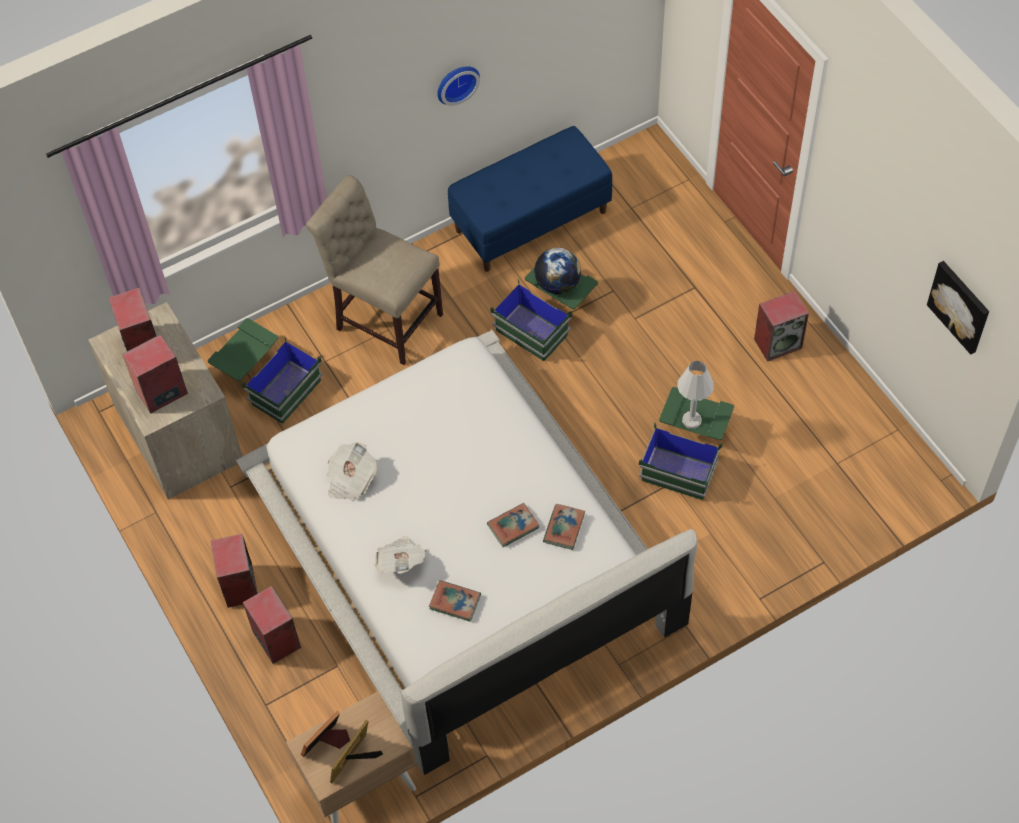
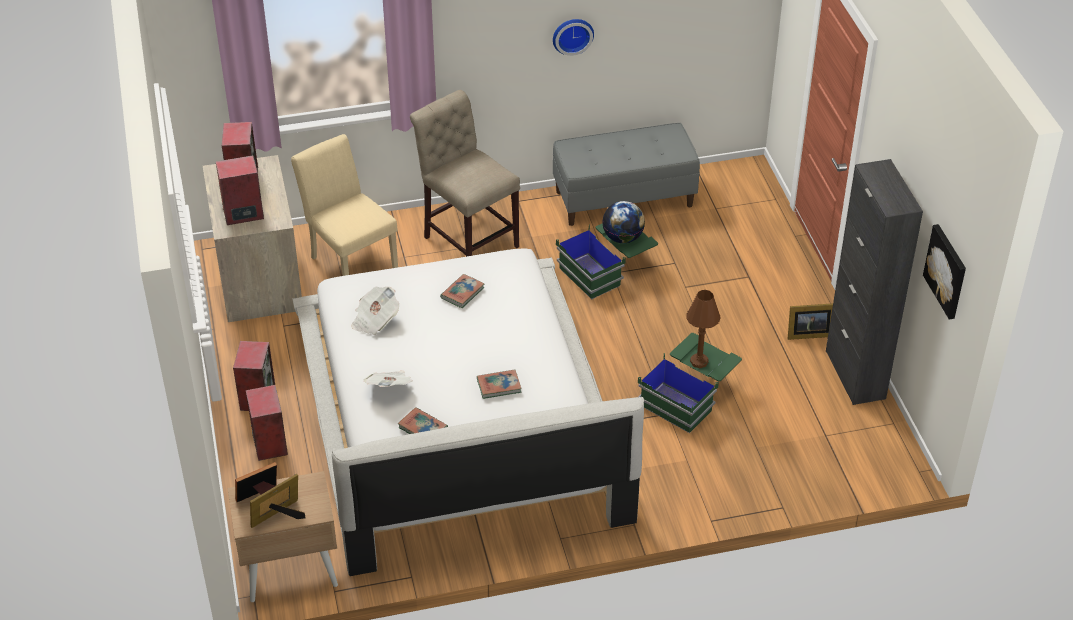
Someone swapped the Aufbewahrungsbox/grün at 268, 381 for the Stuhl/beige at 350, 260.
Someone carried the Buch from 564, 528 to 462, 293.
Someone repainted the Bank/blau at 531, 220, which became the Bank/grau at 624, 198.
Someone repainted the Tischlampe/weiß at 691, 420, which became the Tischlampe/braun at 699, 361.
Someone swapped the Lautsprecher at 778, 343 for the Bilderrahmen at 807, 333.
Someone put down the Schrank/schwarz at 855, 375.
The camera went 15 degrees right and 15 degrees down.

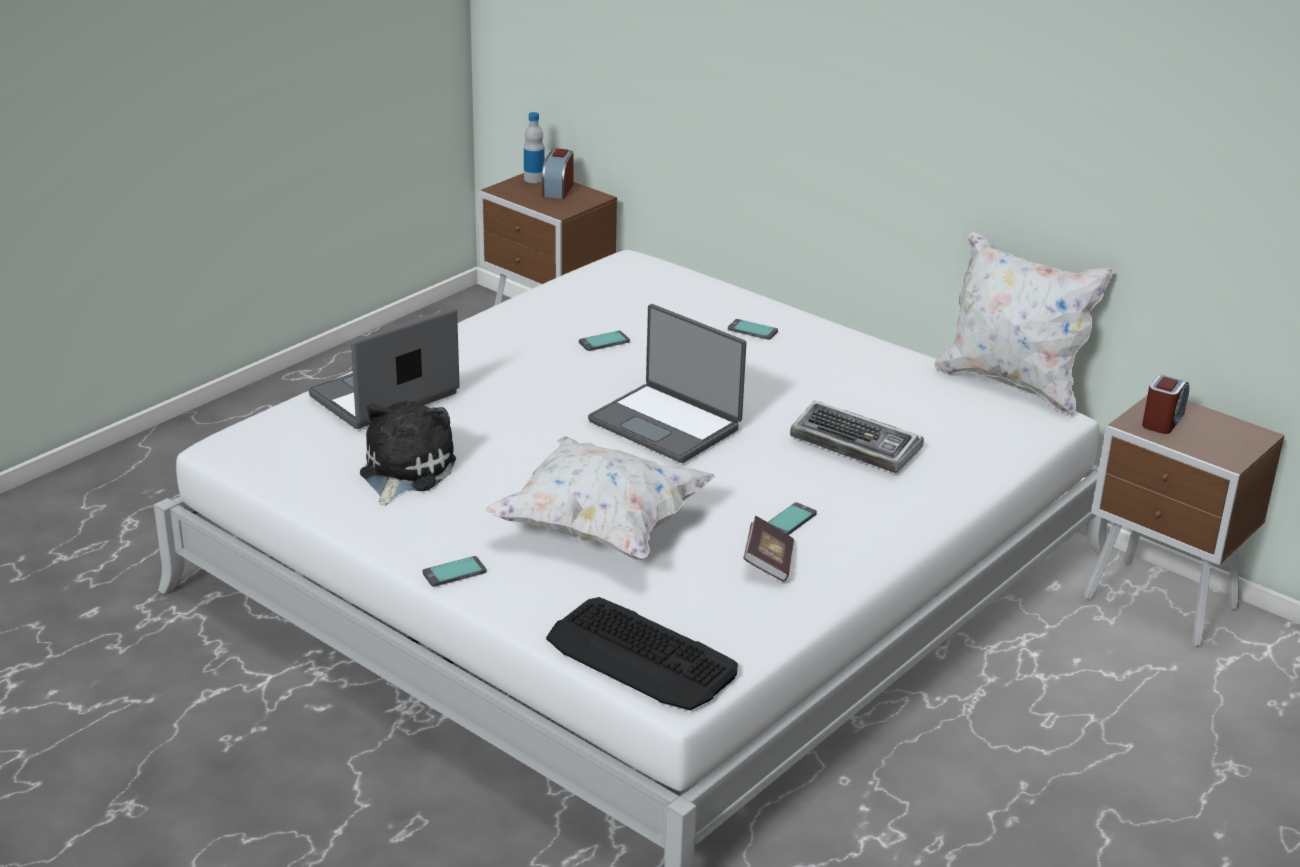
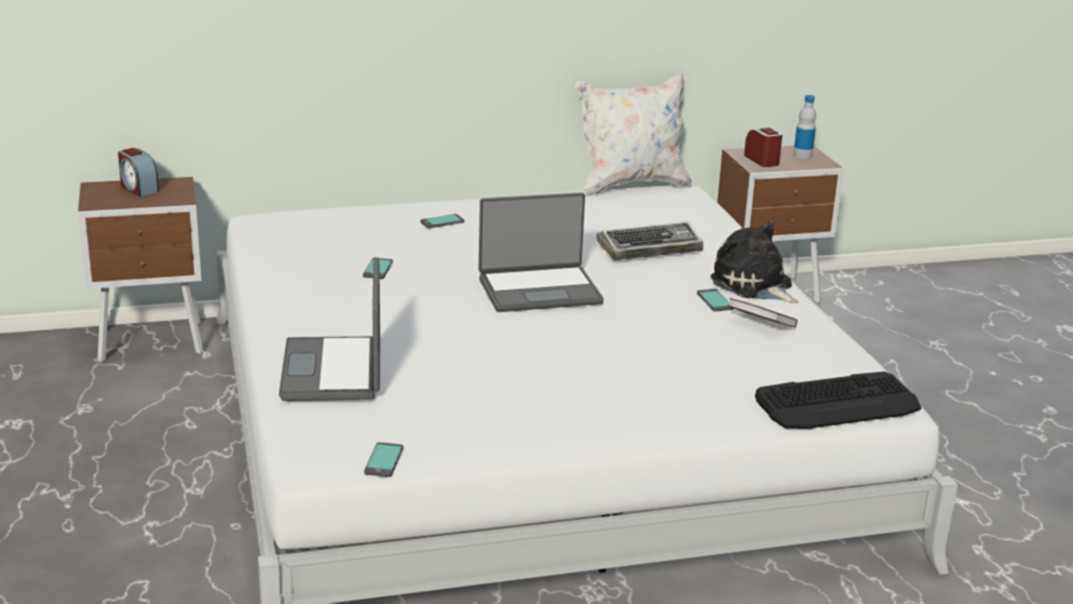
Someone carried the Handy from 454, 573 to 384, 461.
Someone carried the Plüschtier from 404, 471 to 754, 285.
Someone carried the Flasche from 534, 179 to 802, 155.
Someone took away the Kissen/weiß at 600, 528.
The camera went 55 degrees left and 5 degrees down.

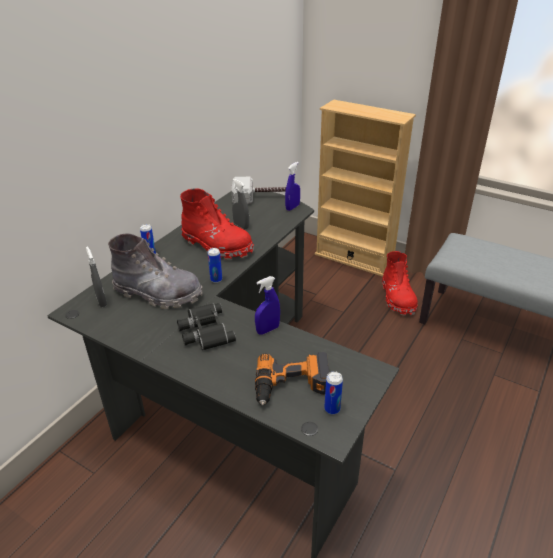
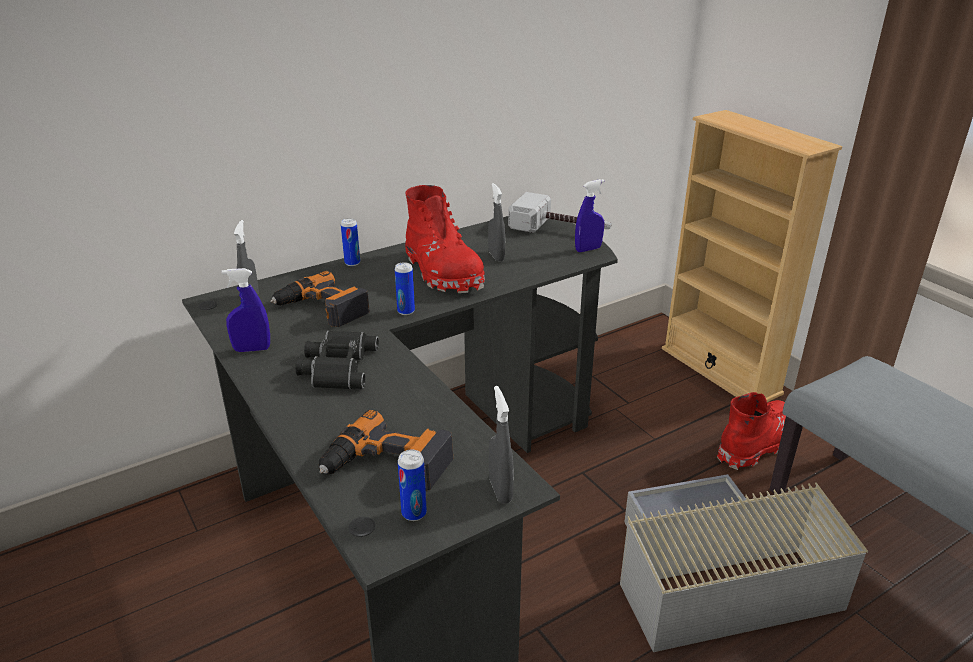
Someone carried the Sprühflasche/blau from 267, 330 to 252, 349.
Someone swapped the Stiefel/grau at 158, 293 for the Bohrmaschine at 321, 309.
Someone put down the Sprühflasche/grau at 500, 490.
Someone put down the Aufbewahrungsbox/grau at 714, 577.
Someone rotated the Stiefel/rot at 397, 298 by 150 degrees counterclockwise.
The camera went 25 degrees right and 5 degrees down.

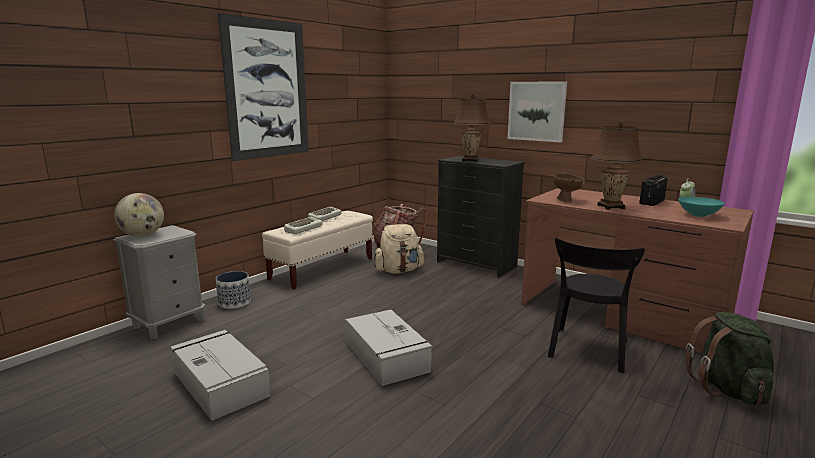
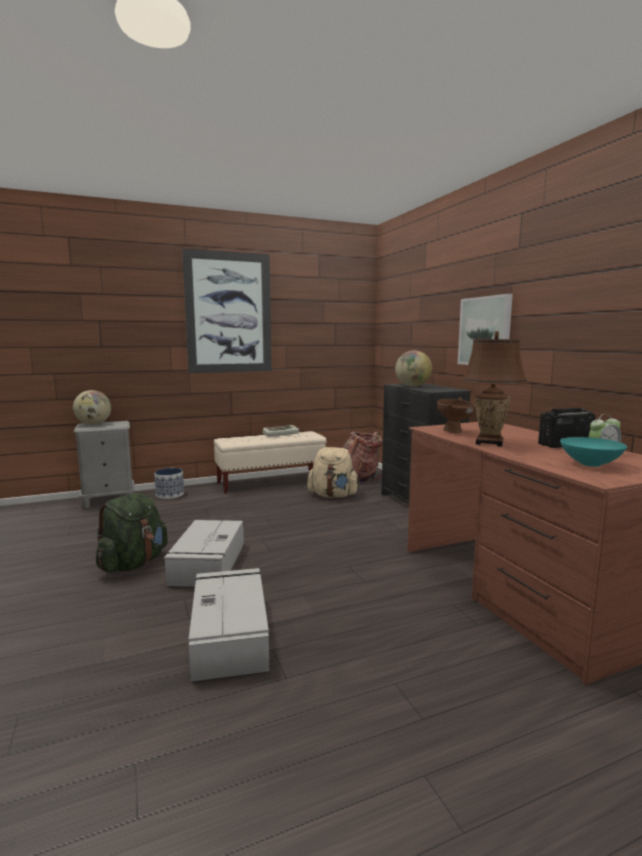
Someone carried the Rucksack/grün from 727, 389 to 133, 563.
Someone carried the Aufbewahrungsbox/grau from 220, 383 to 230, 633.
Someone swapped the Tischlampe/braun at 470, 160 for the Globus at 412, 386.
Someone took away the Tastatur at 303, 228.
Someone took away the Stuhl/schwarz at 587, 351.
The camera went 30 degrees right and 5 degrees down.

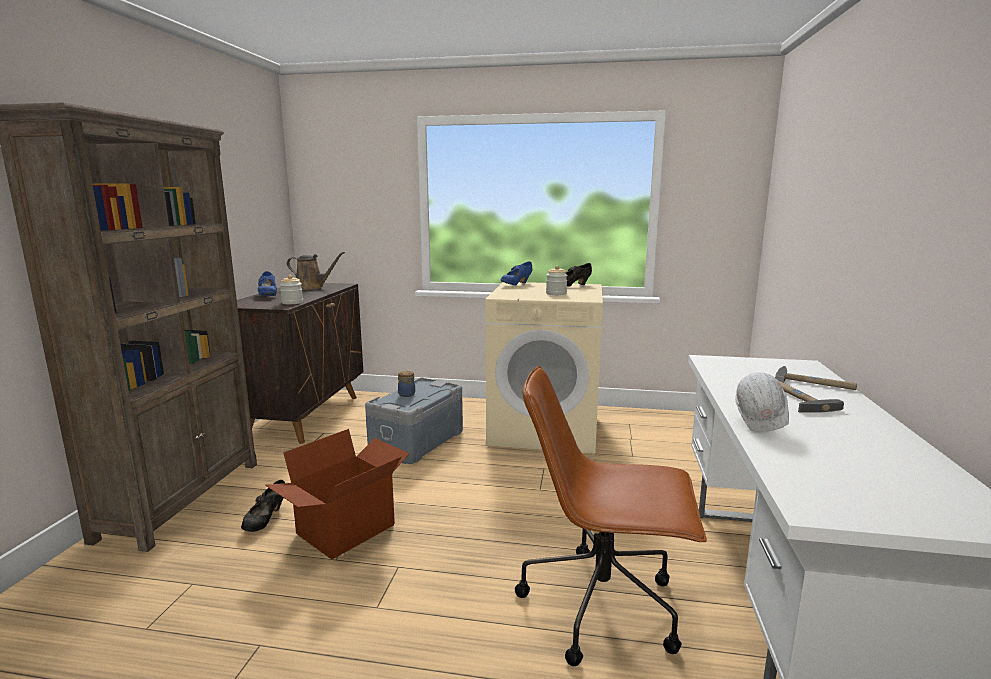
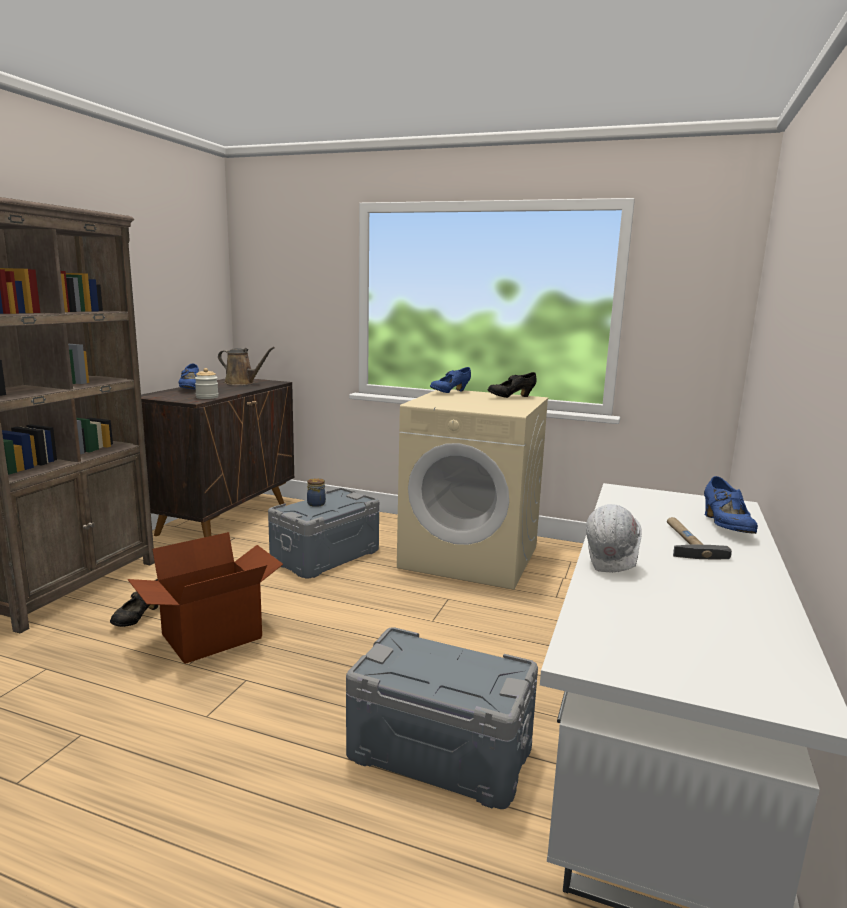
Someone swapped the Bürostuhl/braun at 603, 605 for the Aufbewahrungsbox/grau at 440, 750.
Someone swapped the Hammer at 814, 383 for the Schuh/blau at 725, 527.
Someone took away the Vorratsglas at 556, 293.
The camera went 10 degrees right and 0 degrees up.

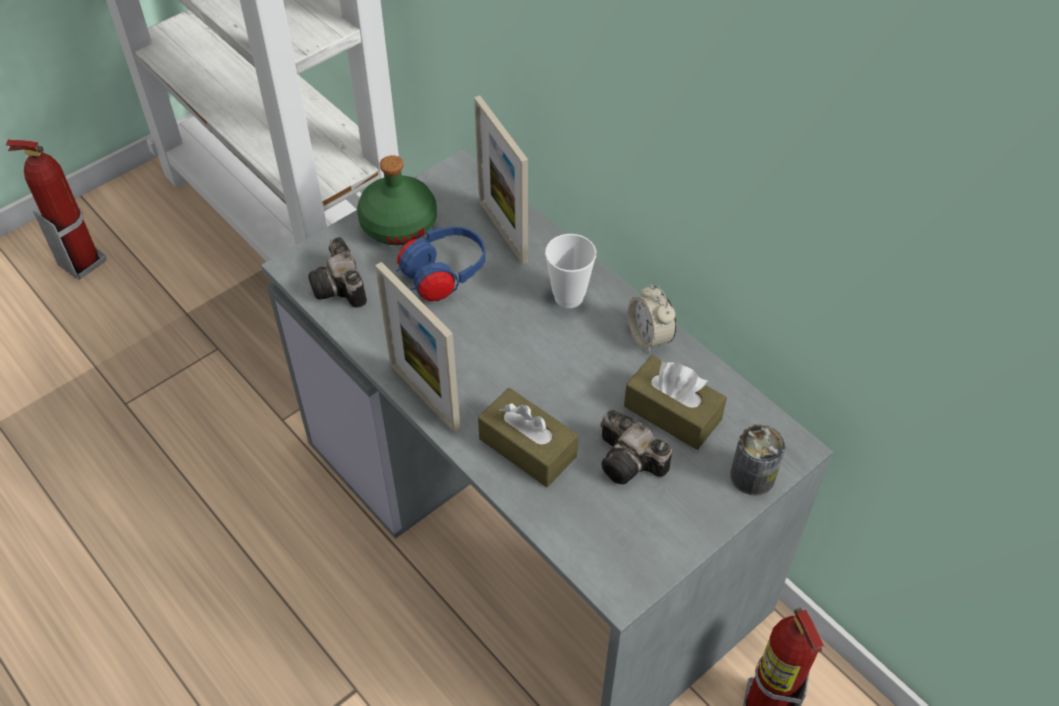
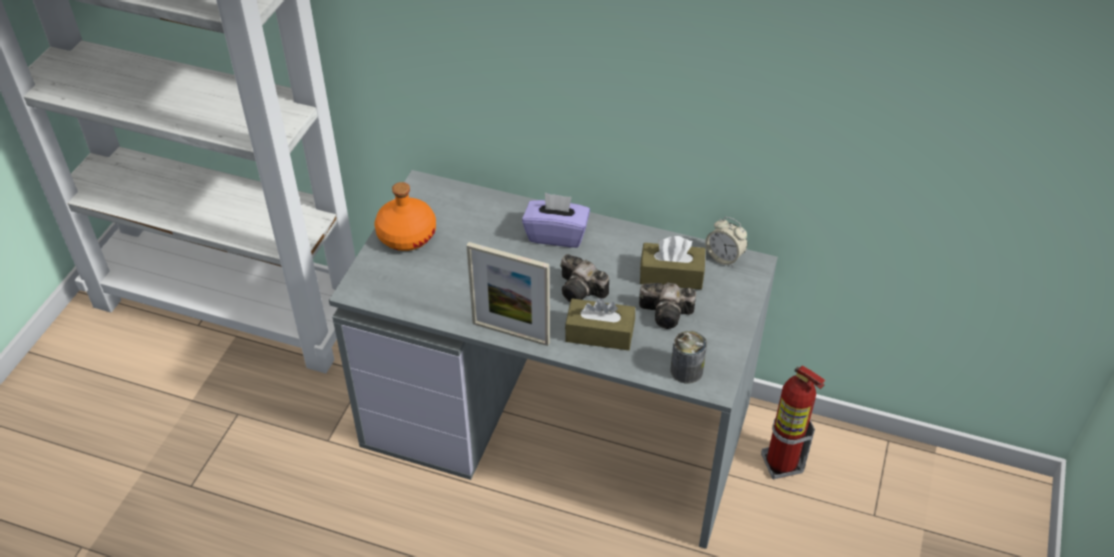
Someone repainted the Flasche/grün at 398, 224, which became the Flasche/orange at 406, 235.
Someone swapped the Tasse at 568, 297 for the Taschentuchbox/lila at 556, 234.
Someone carried the Kamera from 341, 288 to 582, 290.
Someone carried the Dose from 752, 476 to 686, 370.
Someone carried the Wecker from 649, 337 to 724, 257.
Someone took away the Feuerlöscher at 82, 262.
Someone took away the Kopfhörer/blau at 443, 277.
Someone took away the Bilderrahmen at 502, 231.
The camera went 30 degrees left and 5 degrees down.

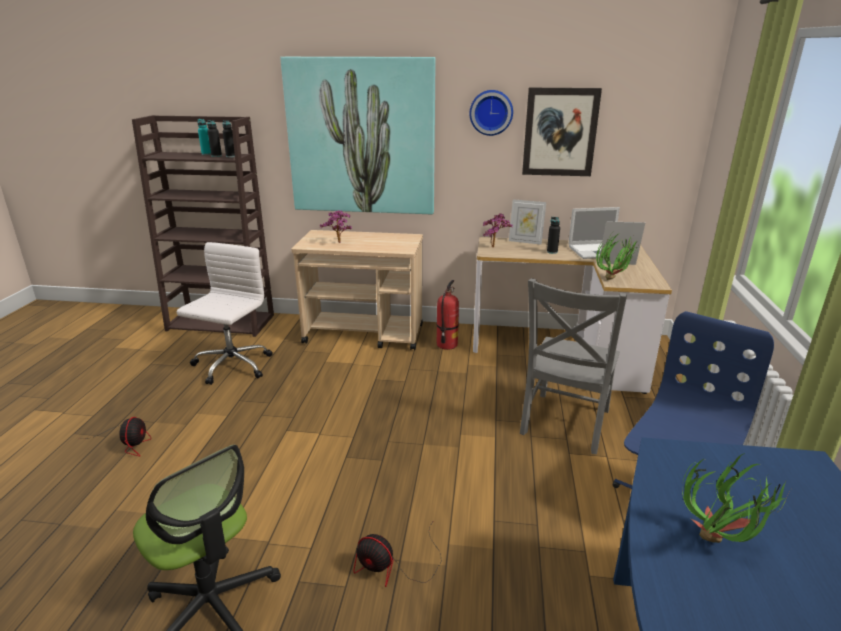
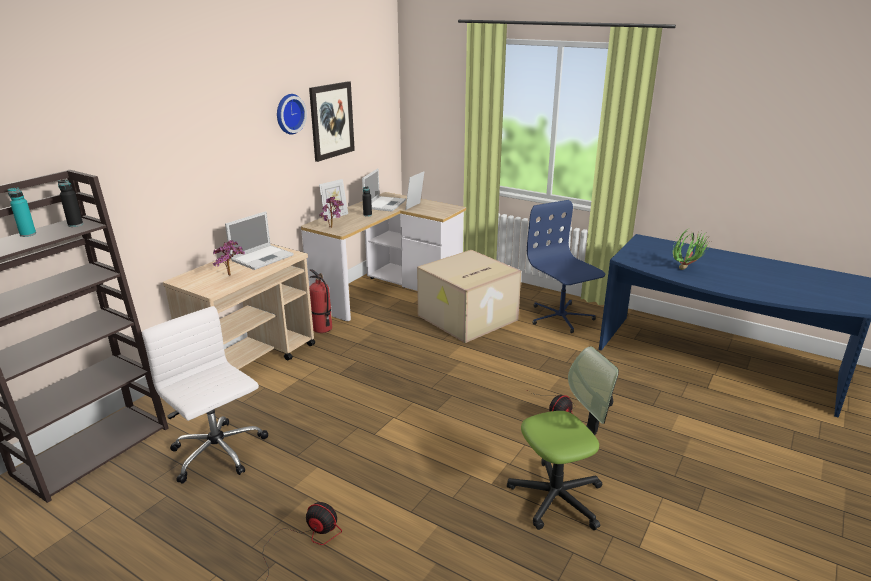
Someone put down the Laptop at 263, 257.
Someone swapped the Stuhl/grau at 564, 424 for the Karton at 467, 318.
Someone took away the Flasche/schwarz at 216, 156.
Someone took away the Bild at 361, 137.
Someone took away the Topfpflanze at 615, 279.
The camera went 65 degrees left and 0 degrees up.

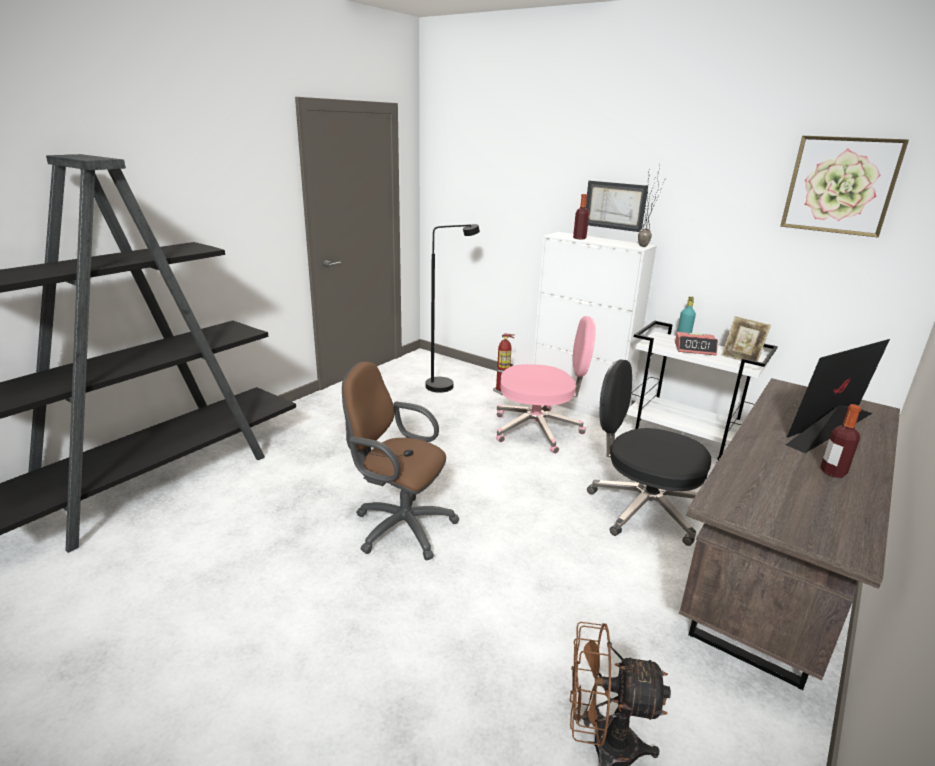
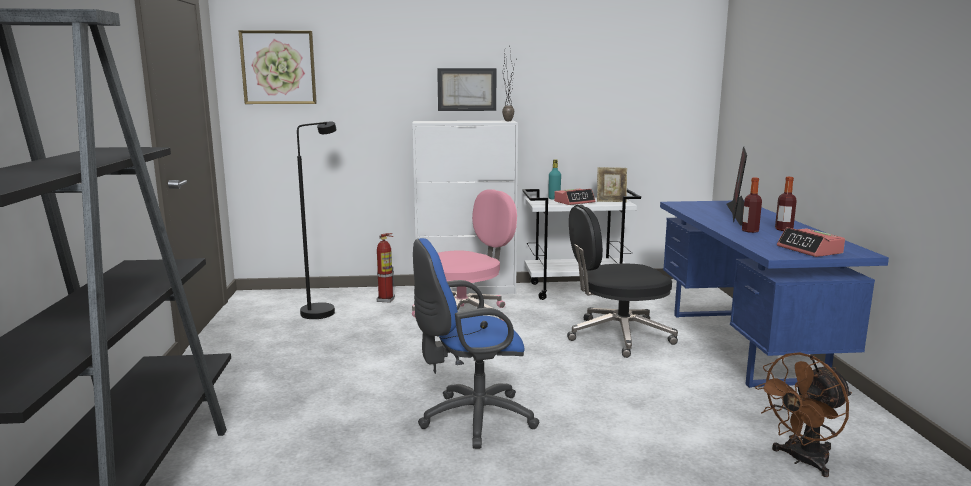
Someone carried the Bild from 840, 185 to 278, 67.
Someone repainted the Bürostuhl/braun at 399, 526, which became the Bürostuhl/blau at 471, 419.
Someone repainted the Schreibtisch/braun at 770, 586, which became the Schreibtisch/blau at 743, 346.
Someone carried the Flasche from 579, 238 to 750, 231.
Someone put down the Wecker at 810, 250.
The camera went 40 degrees left and 10 degrees down.

